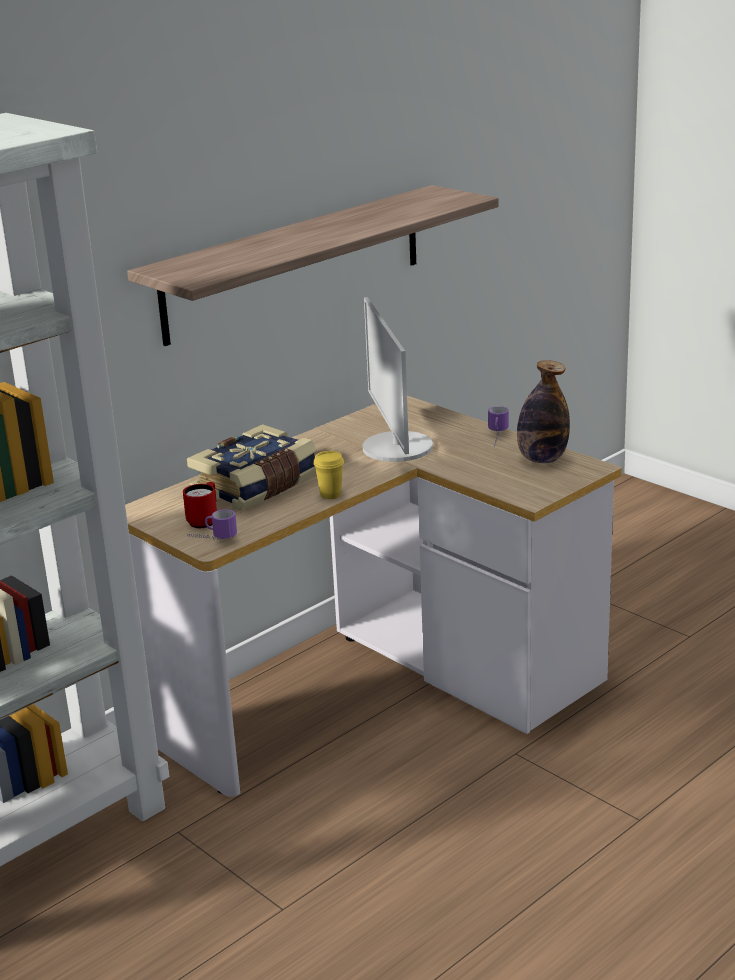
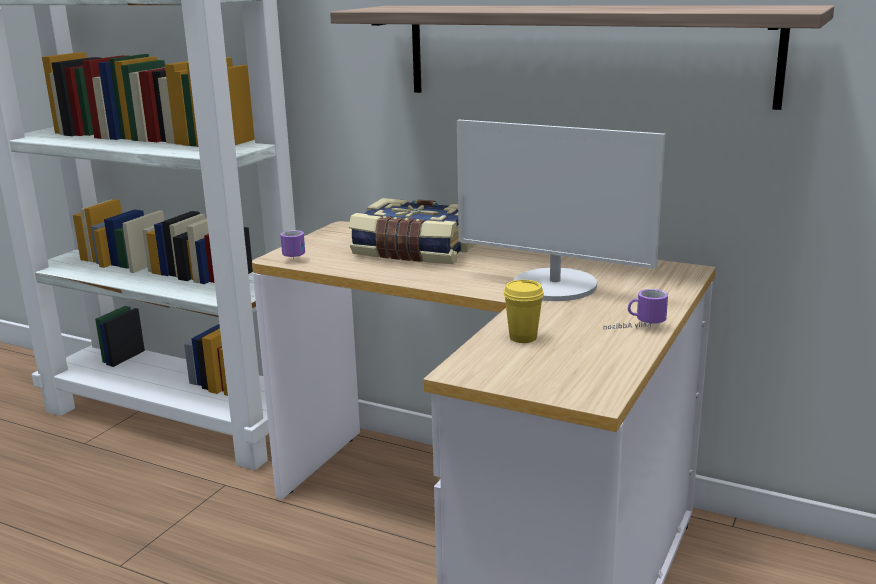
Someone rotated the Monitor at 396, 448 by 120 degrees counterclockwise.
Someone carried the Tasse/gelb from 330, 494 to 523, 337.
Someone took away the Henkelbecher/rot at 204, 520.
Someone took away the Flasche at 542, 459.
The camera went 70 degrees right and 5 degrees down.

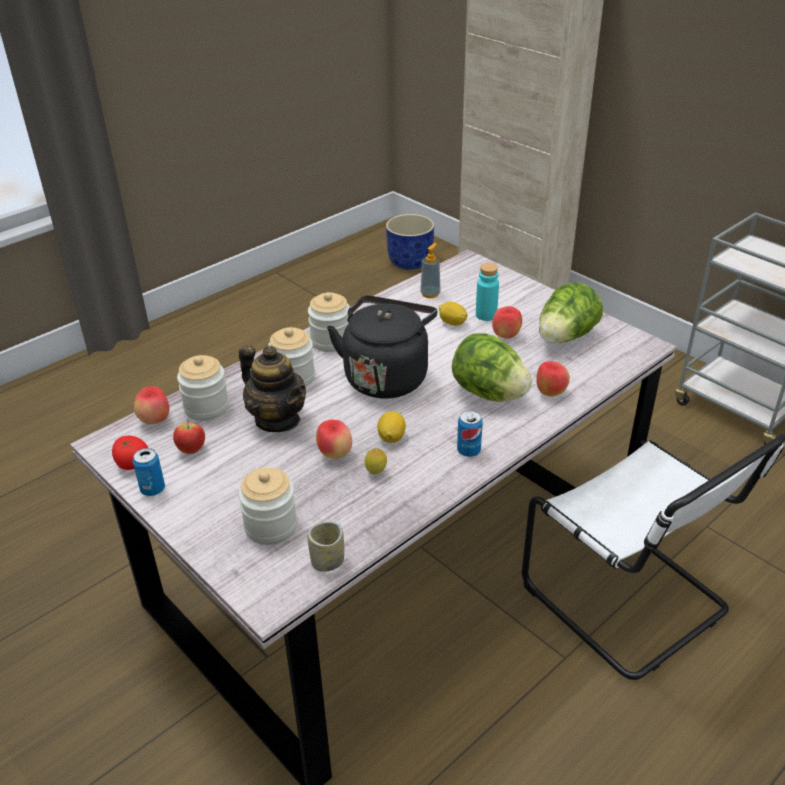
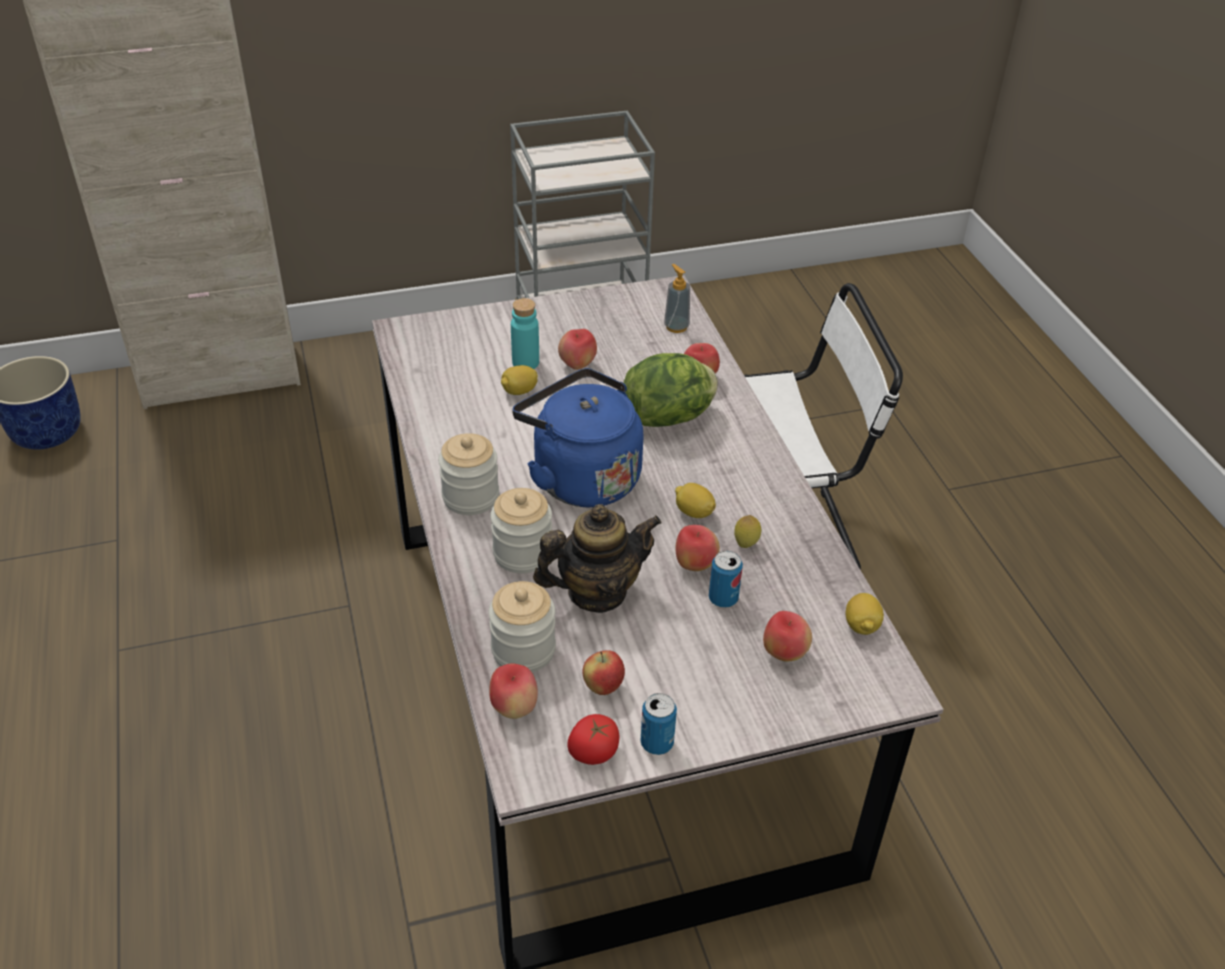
Someone repainted the Wasserkessel/schwarz at 387, 376, which became the Wasserkessel/blau at 581, 477.
Someone carried the Seifenspender from 430, 294 to 676, 327.
Someone carried the Dose from 468, 450 to 723, 598.
Someone swapped the Vorratsglas at 271, 526 for the Apfel at 784, 653.
Someone swapped the Tasse at 327, 561 for the Zitrone at 861, 626.
Someone took away the Salatkopf at 565, 337.
The camera went 65 degrees left and 5 degrees up.

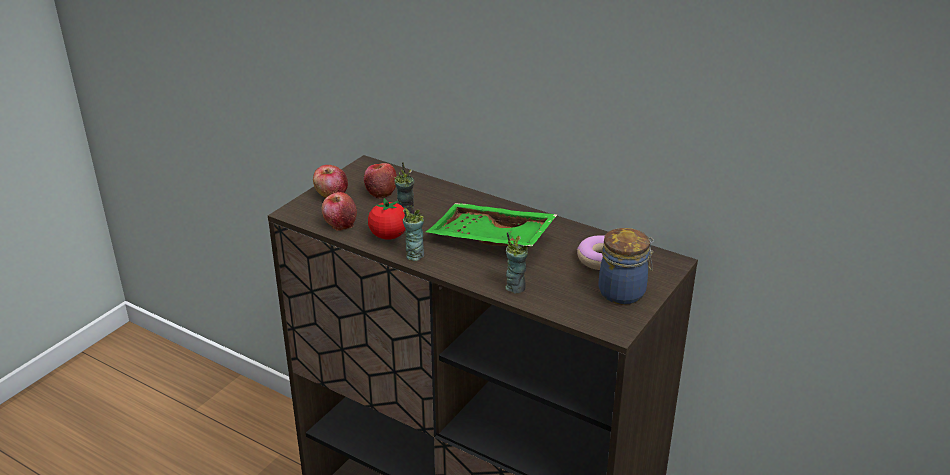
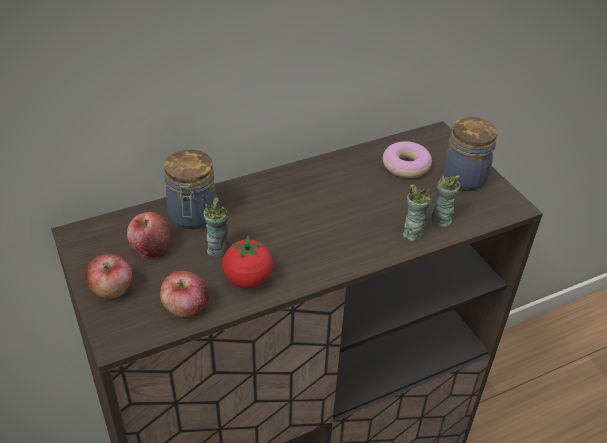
Someone put down the Vorratsglas at 192, 217.
Someone carried the Tasse from 414, 255 to 441, 220.
Someone took away the Tablett/grün at 490, 240.
The camera went 60 degrees left and 10 degrees up.

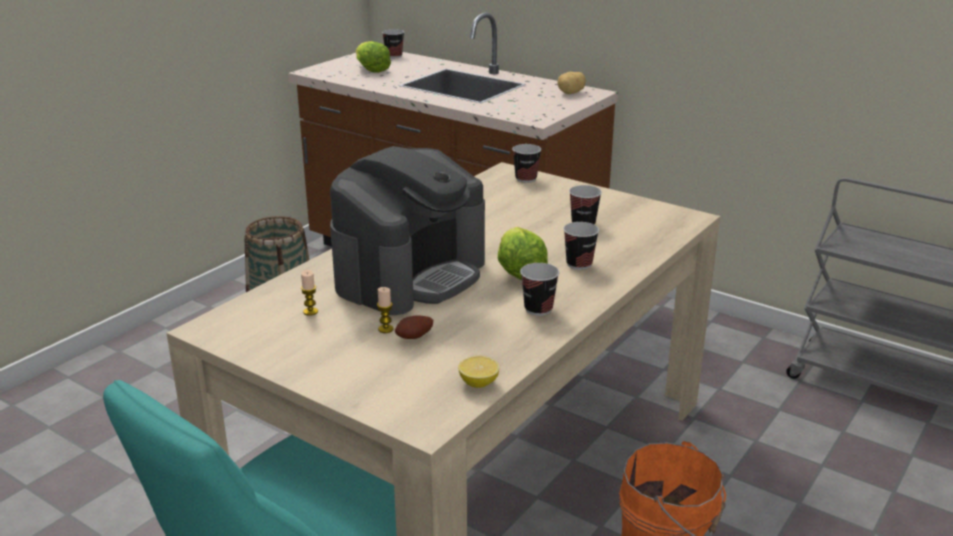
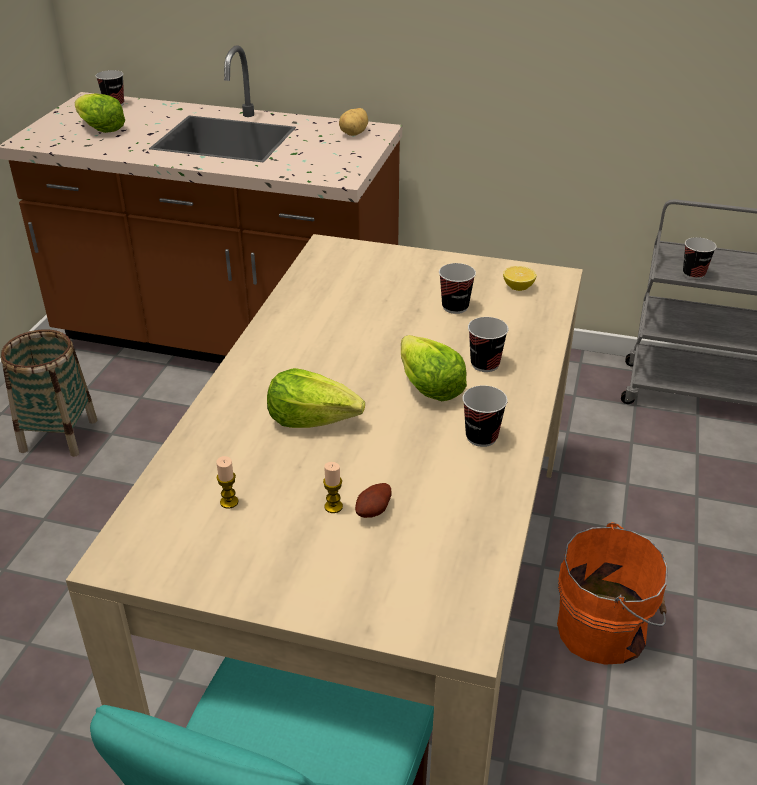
Someone swapped the Kaffeemaschine at 411, 275 for the Salatkopf at 313, 419.
Someone carried the Zitrone from 478, 383 to 518, 287.
Someone carried the Tasse from 526, 179 to 693, 274.
The camera went 20 degrees left and 10 degrees up.

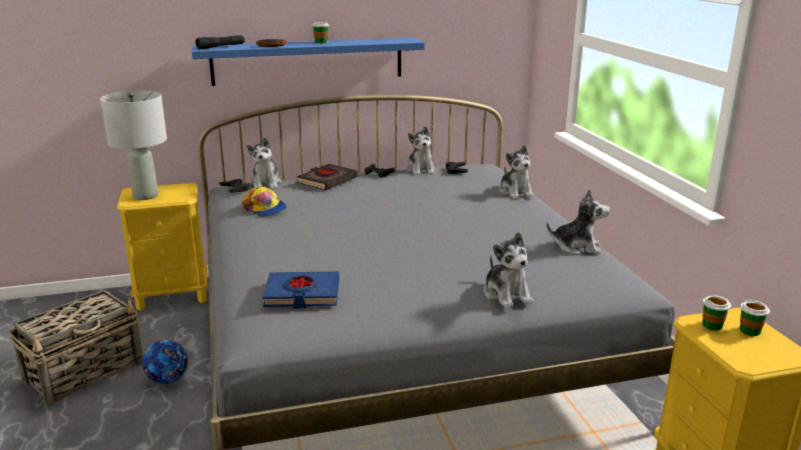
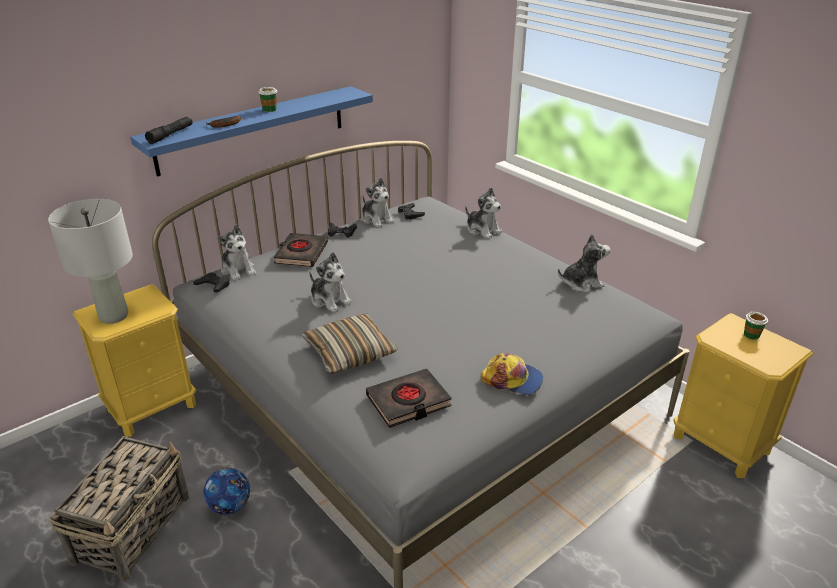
Someone put down the Kissen at 350, 352.
Someone carried the Plüschtier from 507, 295 to 330, 300.
Someone repainted the Buch/blau at 302, 294, which became the Buch/schwarz at 408, 402.
Someone carried the Kappe from 264, 209 to 512, 379.
Someone took away the Tasse at 712, 325.
The camera went 25 degrees left and 10 degrees up.

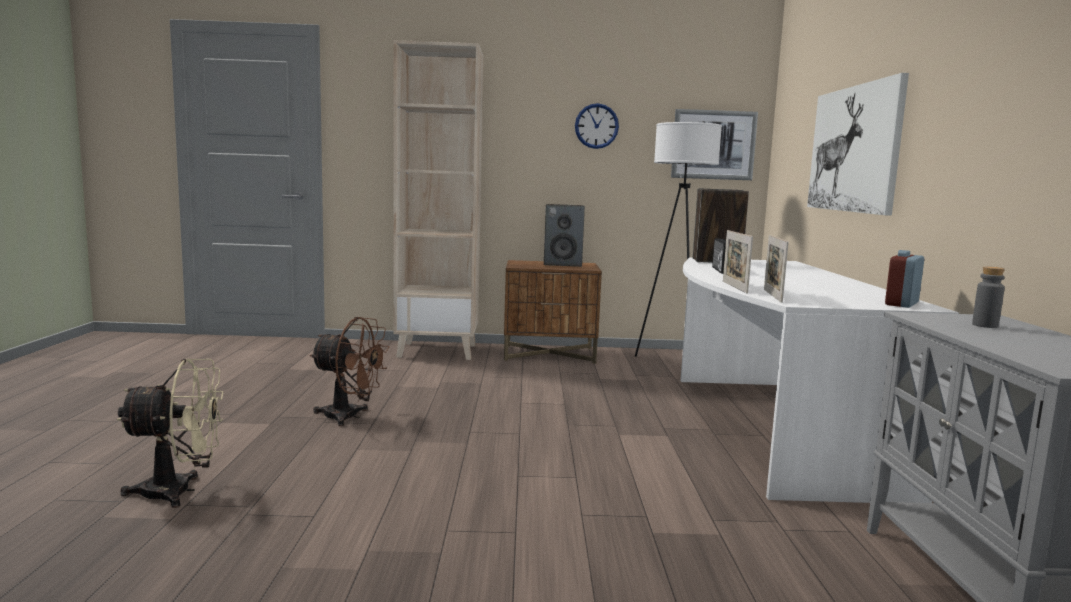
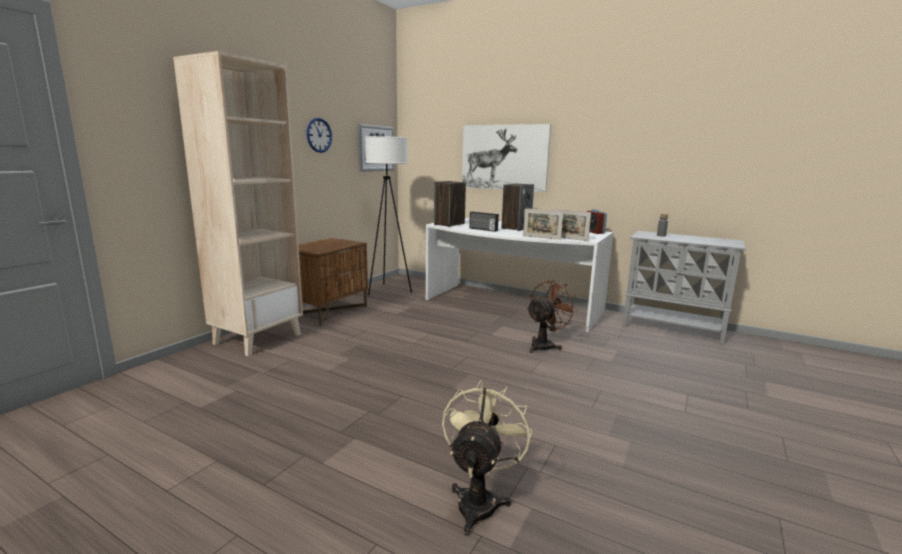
Someone carried the Lautsprecher from 563, 264 to 516, 228.
Someone carried the Ventilator/braun from 349, 417 to 545, 345.
The camera went 60 degrees left and 5 degrees up.

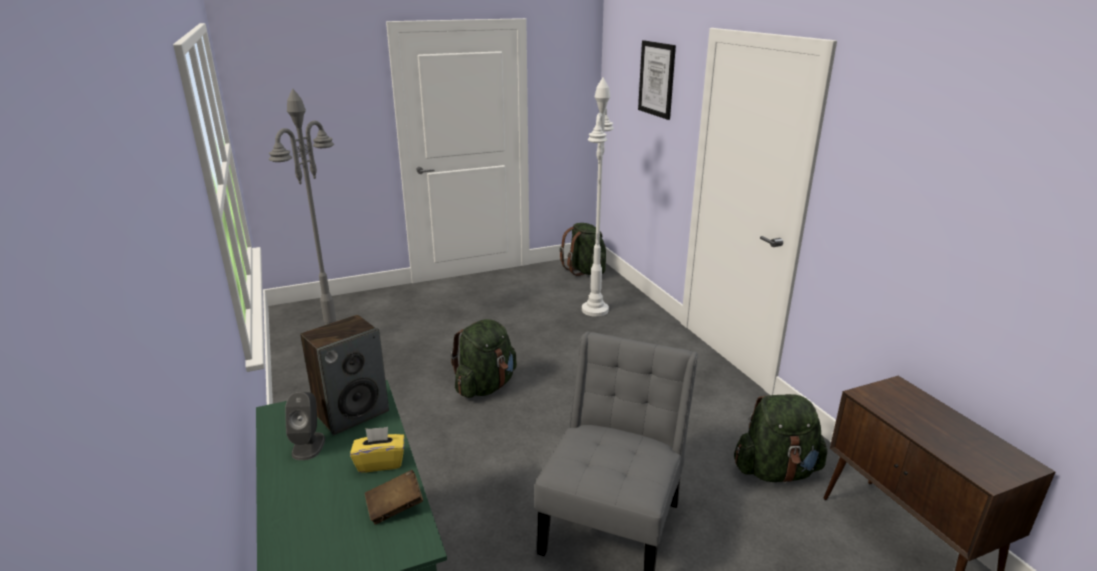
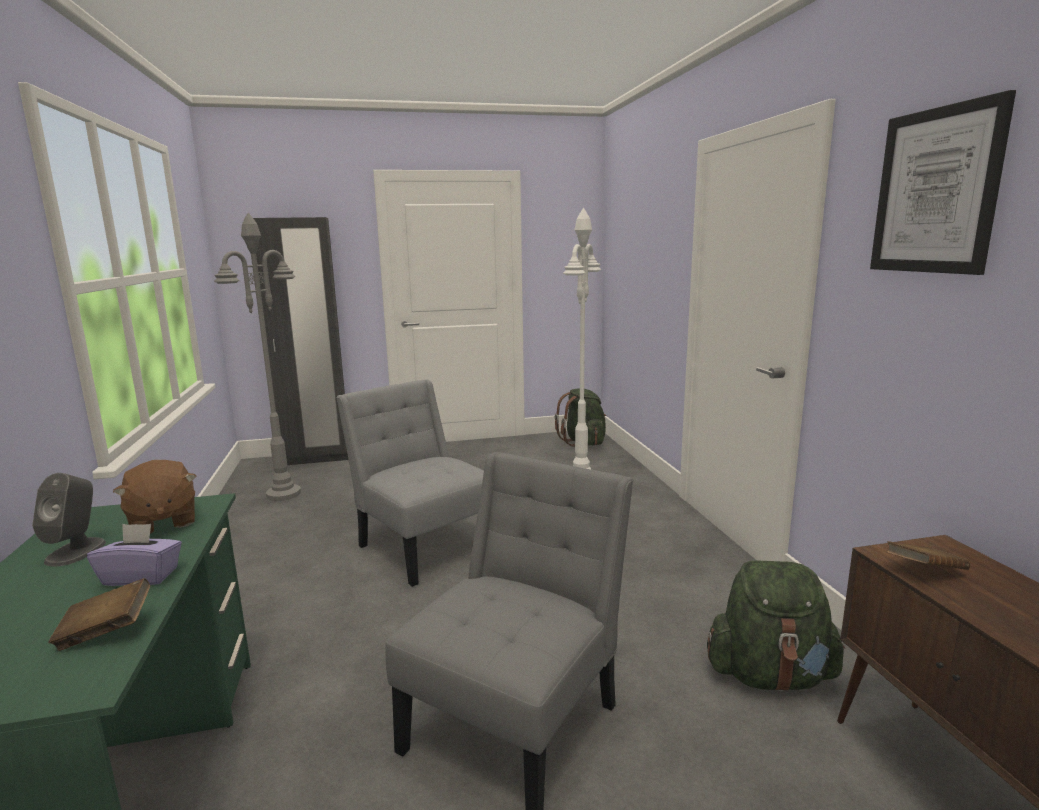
Someone repainted the Taschentuchbox/gelb at 380, 462, which became the Taschentuchbox/lila at 141, 576.
Someone swapped the Lautsprecher at 352, 413 for the Plüschtier/braun at 162, 522.
Someone put down the Kleiderschrank/schwarz at 316, 459.
Someone swapped the Rucksack/grün at 485, 386 for the Stuhl/grau at 423, 545.
Someone carried the Bild from 657, 79 to 936, 191.
Someone put down the Buch/braun at 924, 571.
The camera went 10 degrees right and 10 degrees down.

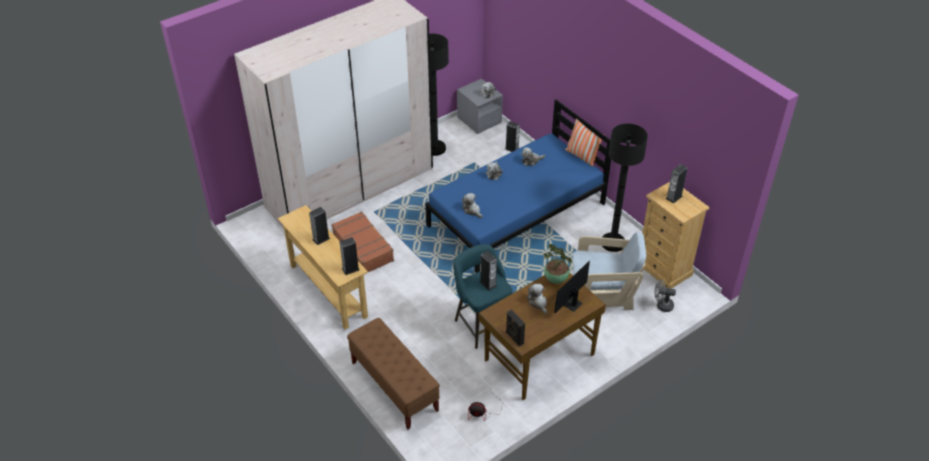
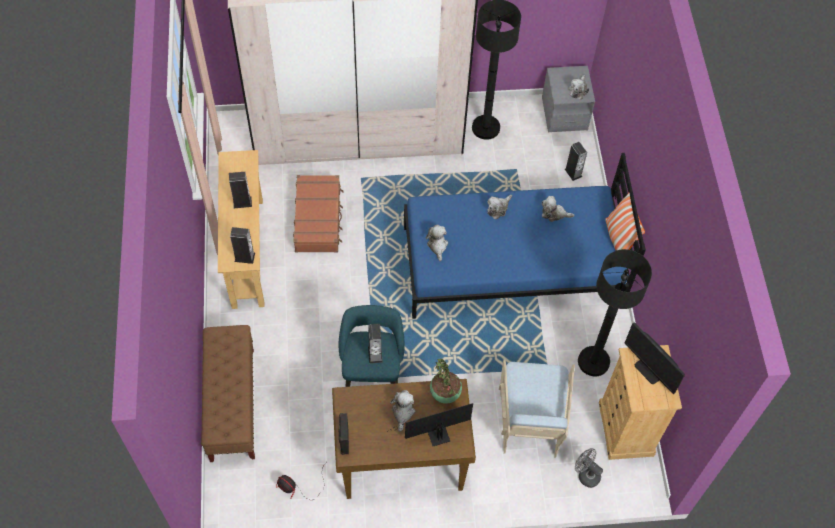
Someone rotated the Sessel/beige at 602, 294 by 60 degrees clockwise.
Someone swapped the Lautsprecher at 674, 197 for the Monitor at 649, 370.
The camera went 30 degrees right and 15 degrees up.

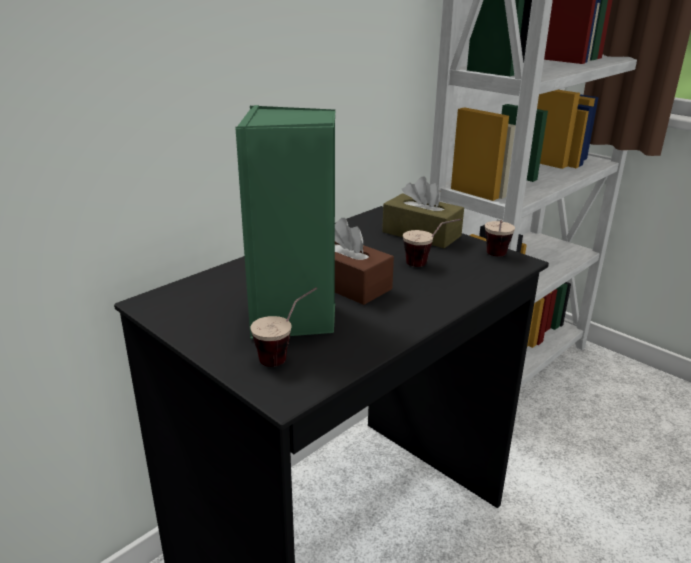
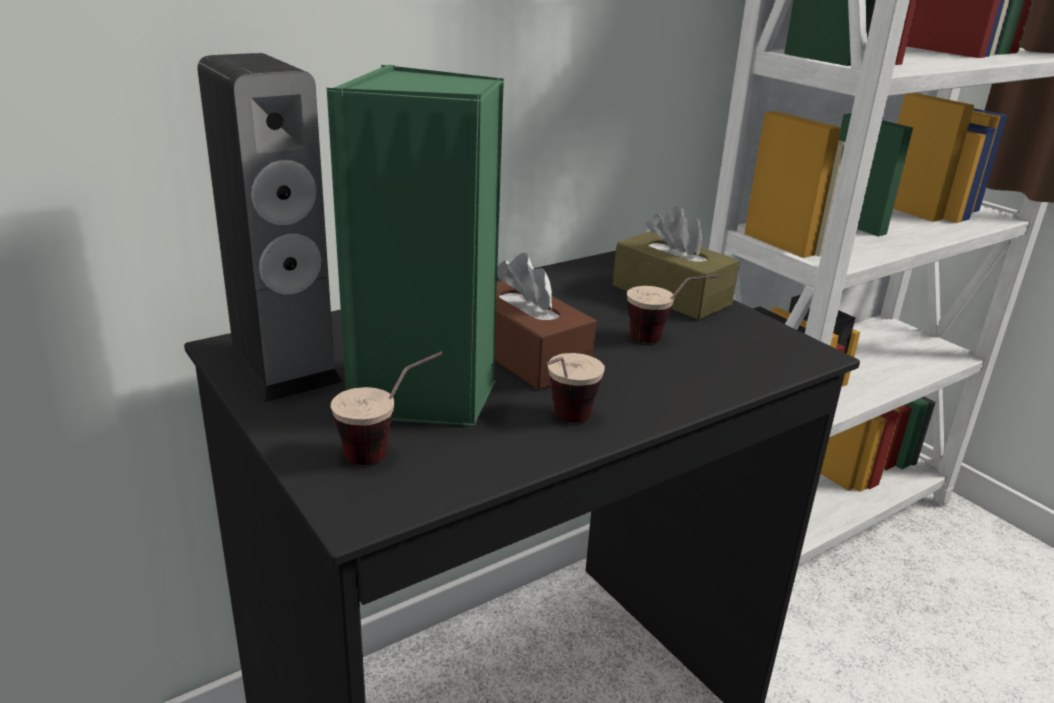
Someone put down the Lautsprecher at 283, 367.
Someone carried the Tasse from 496, 258 to 563, 425.
The camera went 10 degrees right and 0 degrees up.

